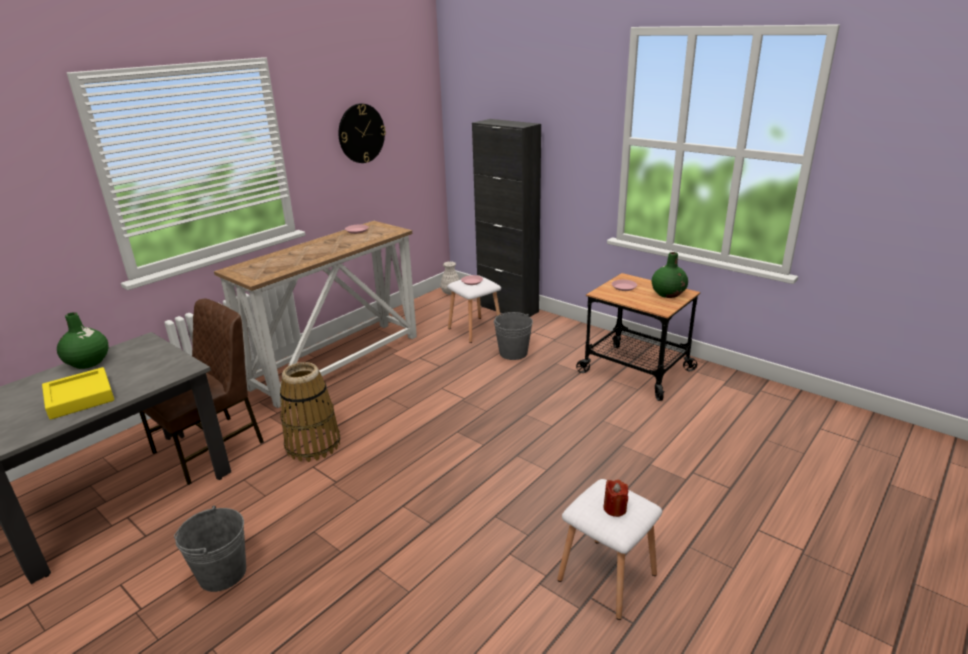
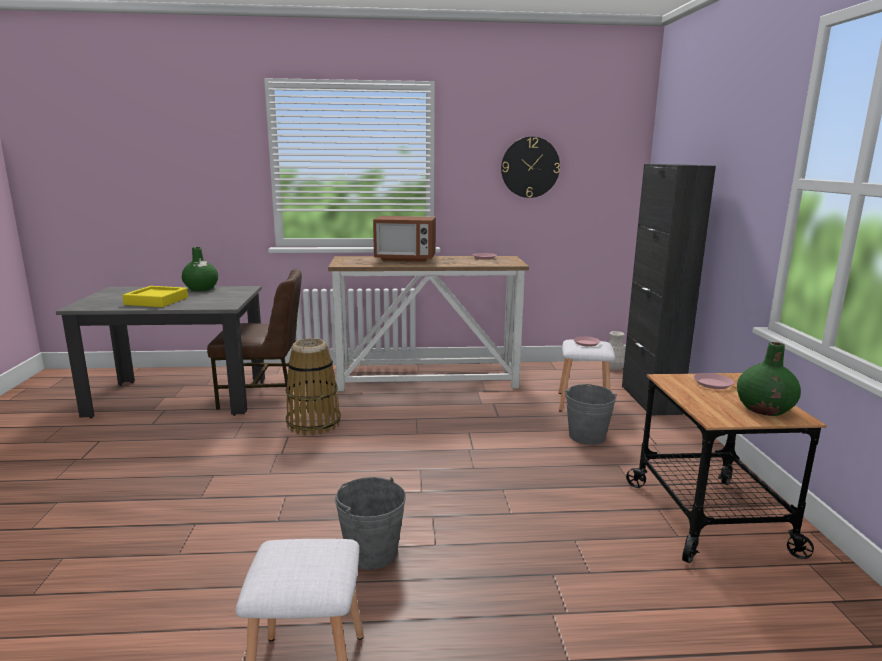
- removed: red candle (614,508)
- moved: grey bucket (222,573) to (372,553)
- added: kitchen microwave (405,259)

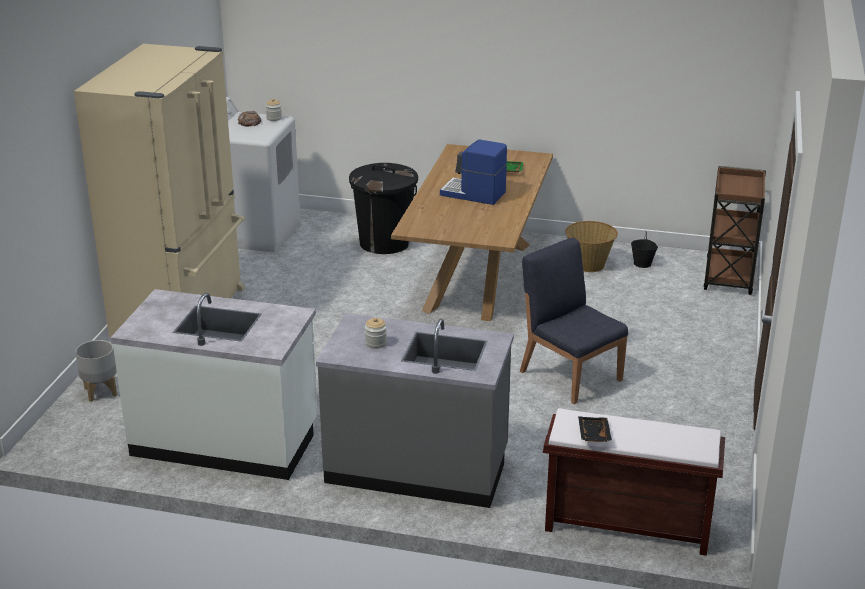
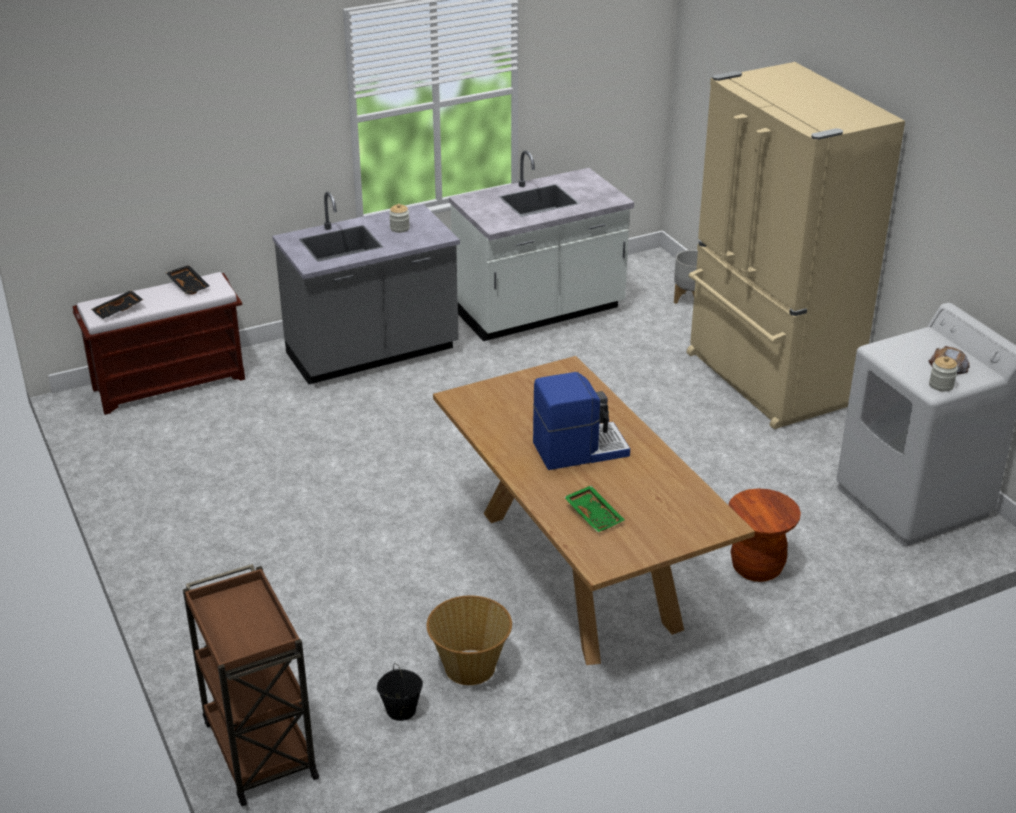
- replaced: black trash can (384,242) to brown-coloured stool seat (757,567)
- removed: blue plain chair (570,375)
- added: black carrying tray (118,311)

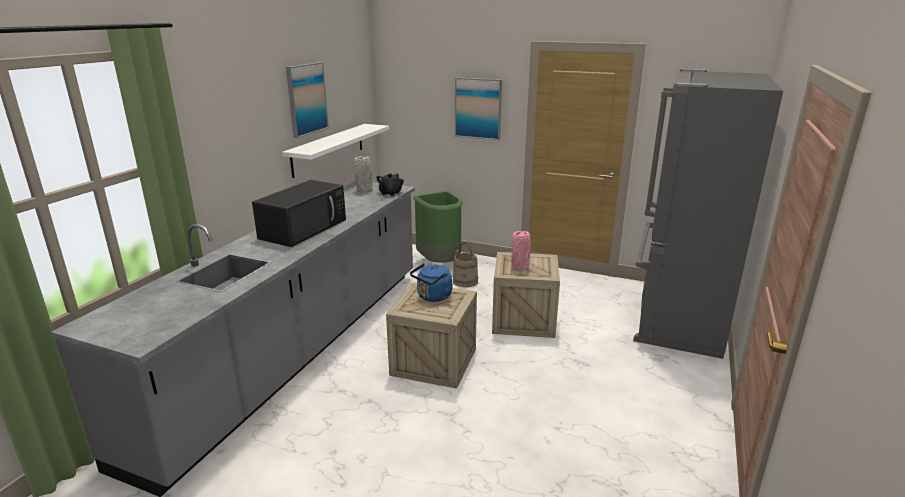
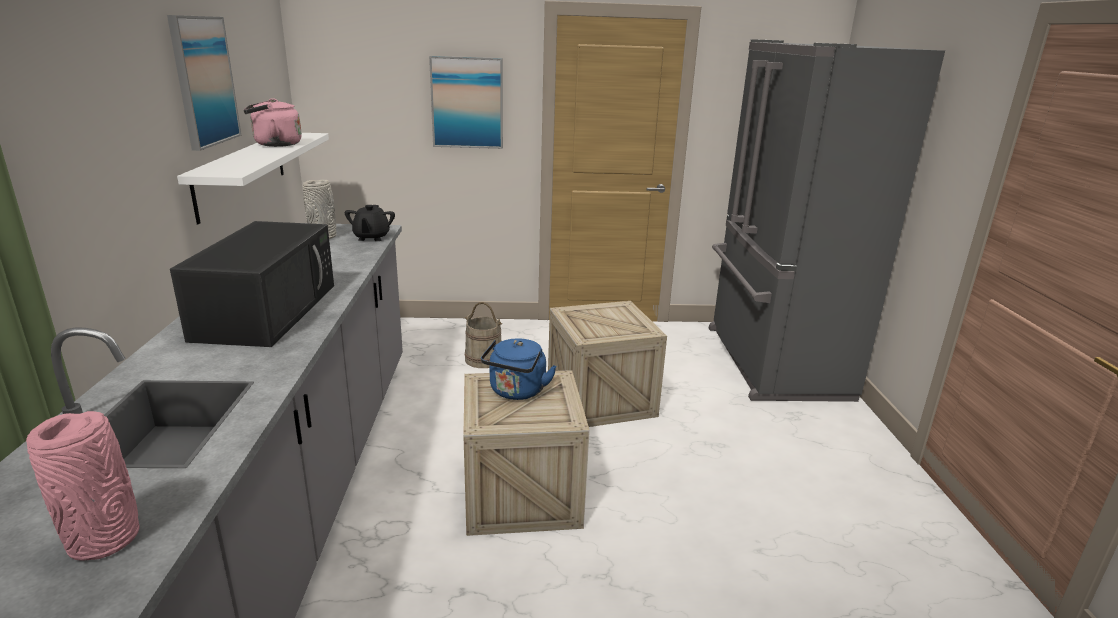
- removed: green-coloured trash can (440,263)
- moved: pink flower vase (520,267) to (106,539)
- added: pink water kettle (275,144)

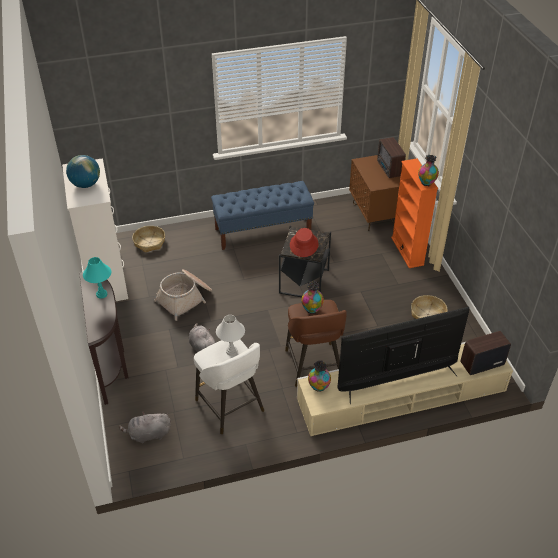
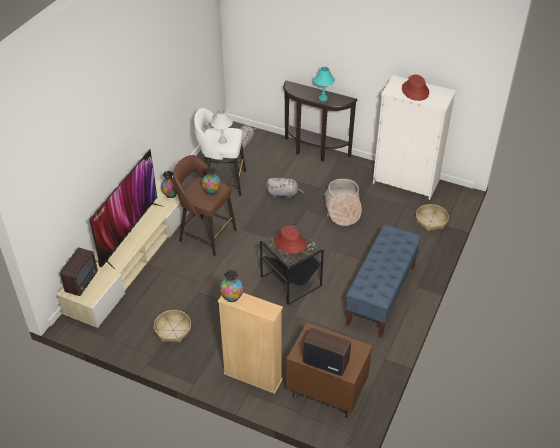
- replaced: globe (85,184) to red hat (415,91)
- recoloured: orange bookshelf (407,251) to sand-coloured bookshelf (252,377)

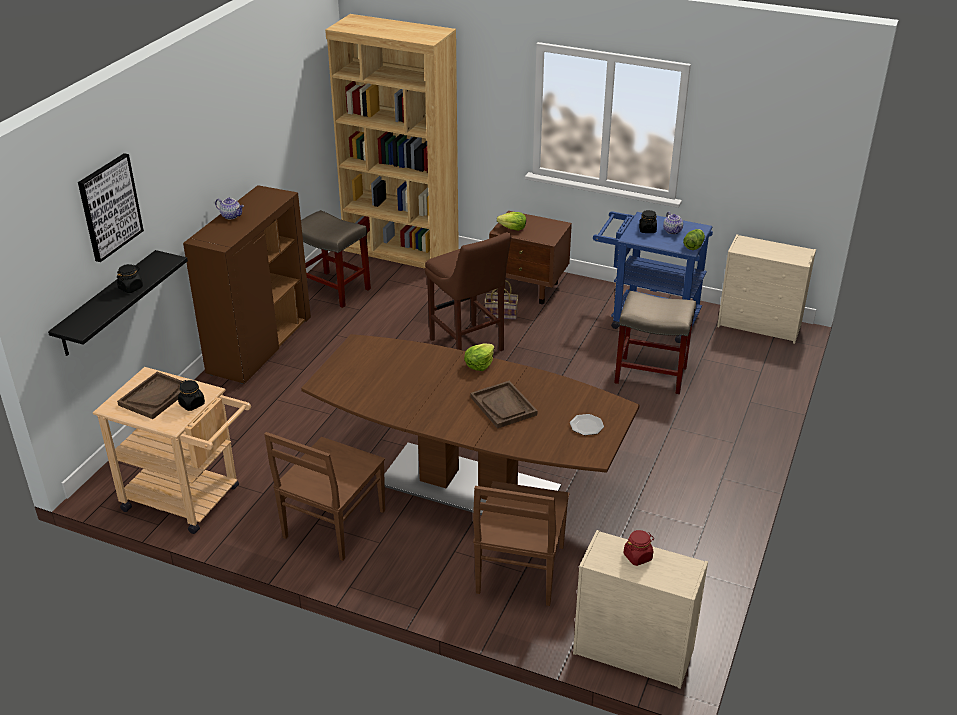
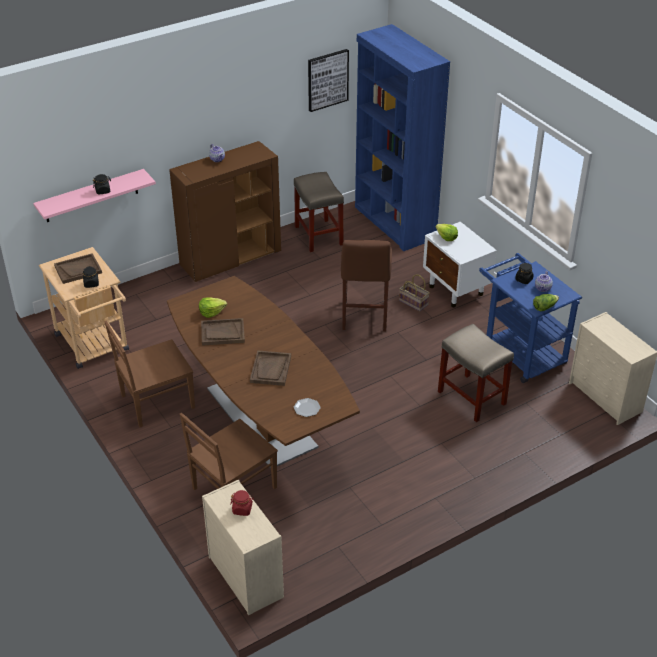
- recoloured: brown-coloured bookshelf (401,251) to blue bookshelf (394,223)
- moved: wall picture (109,207) to (327,79)
- recoloured: brown-coloured bedside table (529,288) to white-coloured bedside table (456,291)
- recoloured: black wall shelf (108,304) to pink wall shelf (91,196)
- moved: head of lettuce (479,364) to (211,312)
- added: brown-coloured carrying tray (222,333)

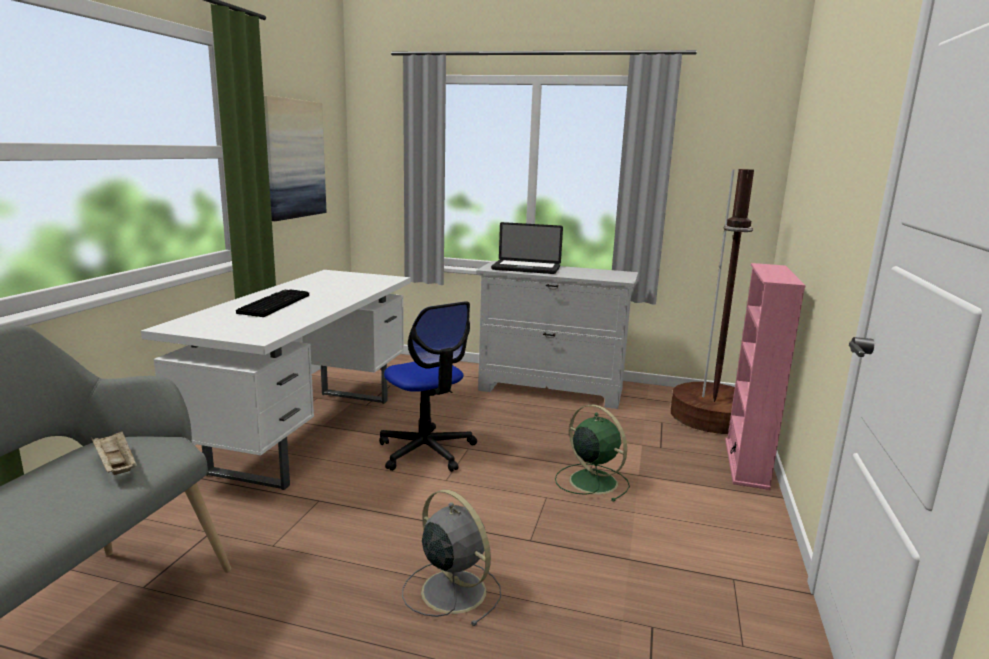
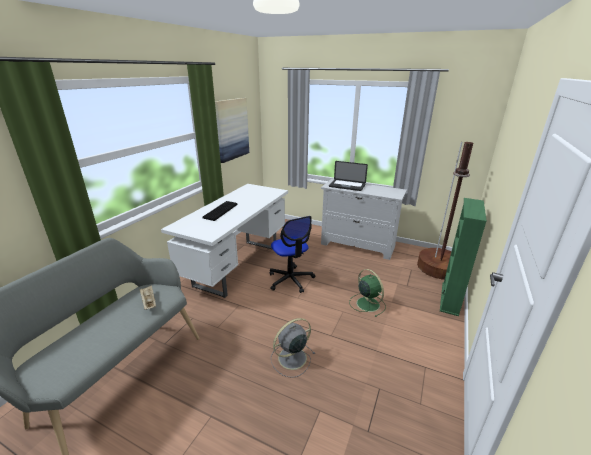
- recoloured: pink bookshelf (746,463) to green-coloured bookshelf (450,298)
- turned: grey electric fan (451,589) = (291,358) 90 degrees counterclockwise

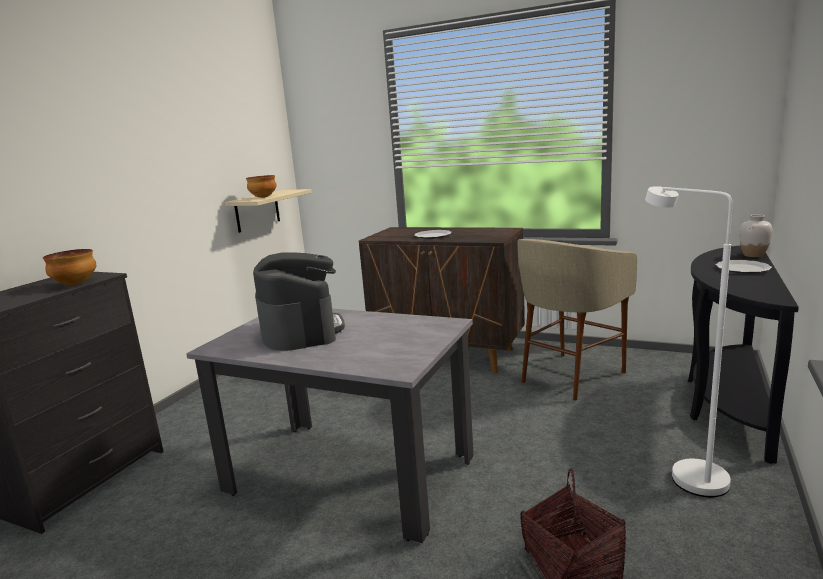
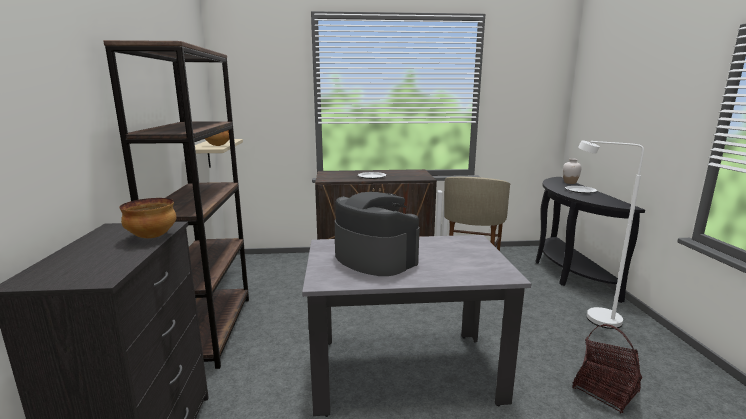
- added: brown-coloured bookshelf (210,330)

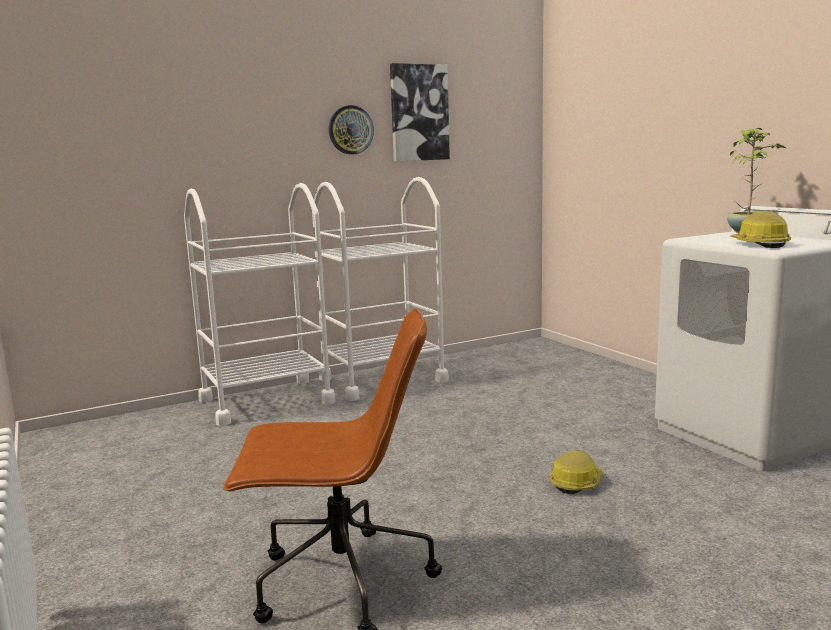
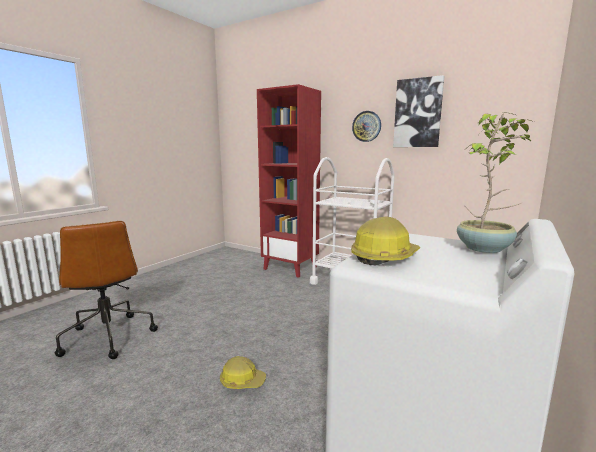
- replaced: white-coloured cart (266,401) to red bookshelf (290,268)

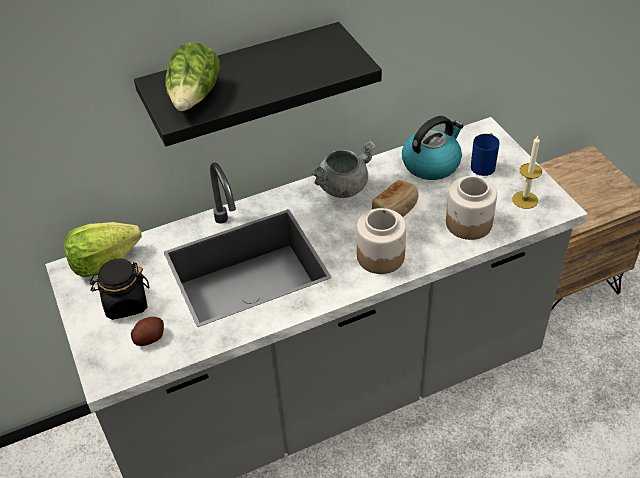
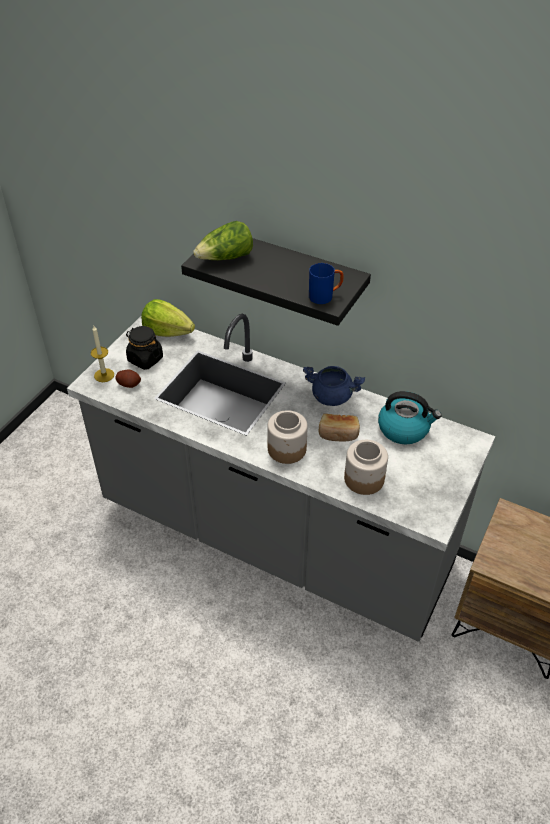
- moved: blue tea mug (484,165) to (325,296)
- moved: candle (525,200) to (104,375)
- recoloured: grey saucepot (342,187) to blue saucepot (332,396)

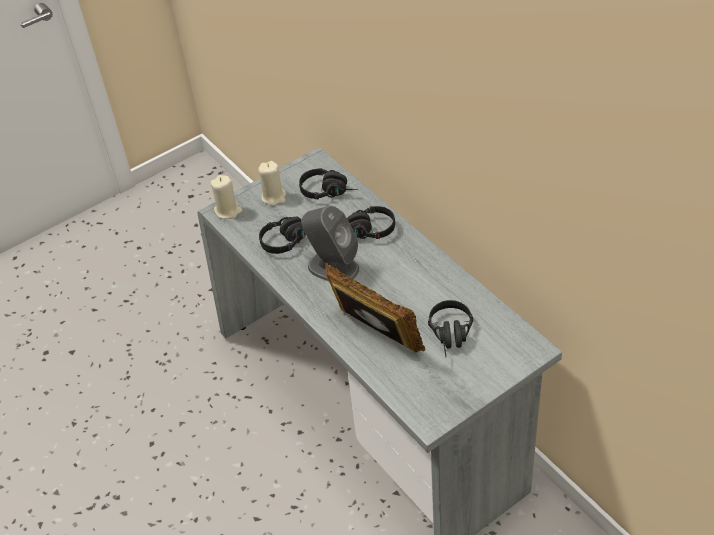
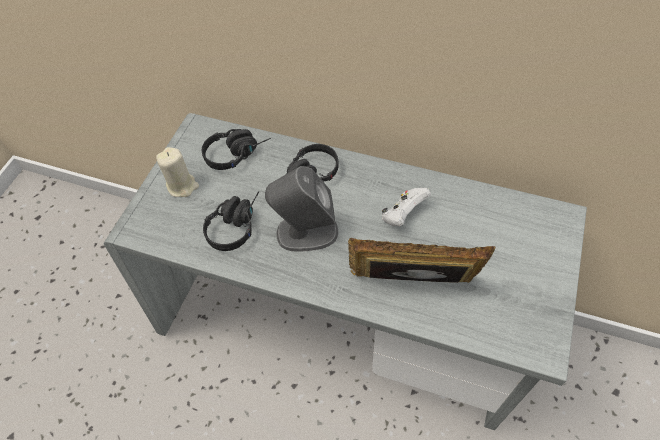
- removed: sand-coloured candle (228,211)
- removed: black pair of headphones (451,336)
- added: white-coloured gamepad (403,215)

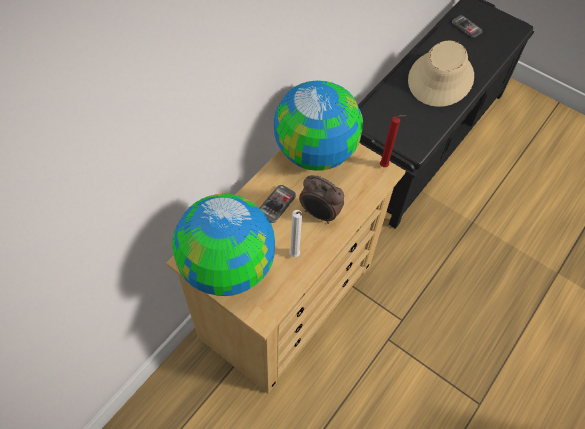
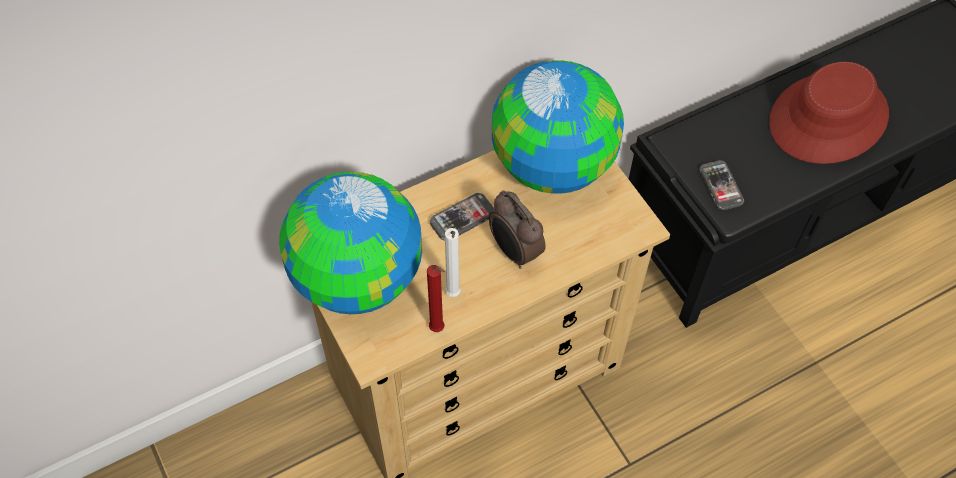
- moved: handset (466,27) to (721,186)
- recoloured: sand-coloured hat (441,79) to red hat (828,119)
- moved: red candle (385,166) to (438,330)

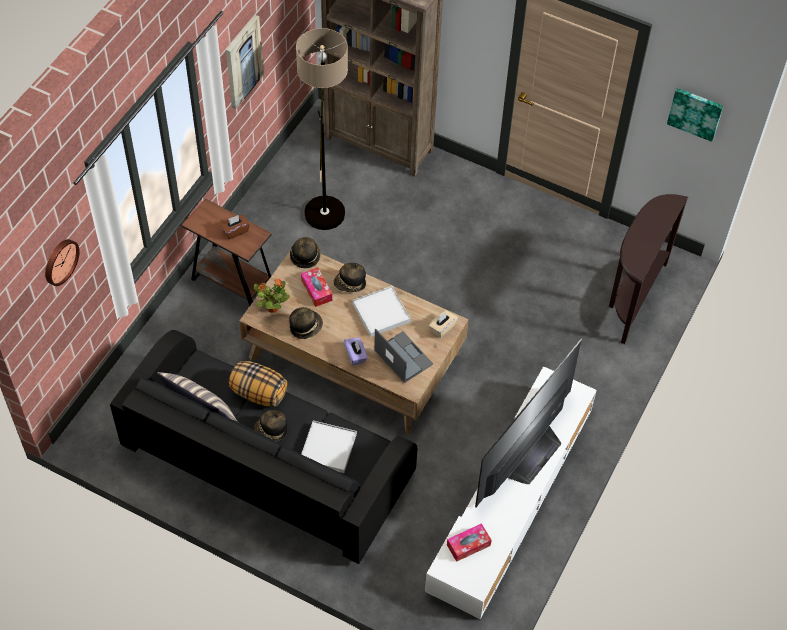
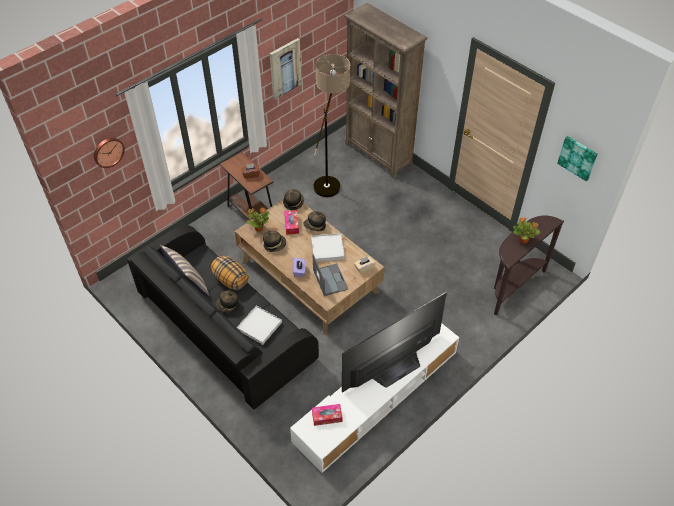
- added: potted plant (524,240)

